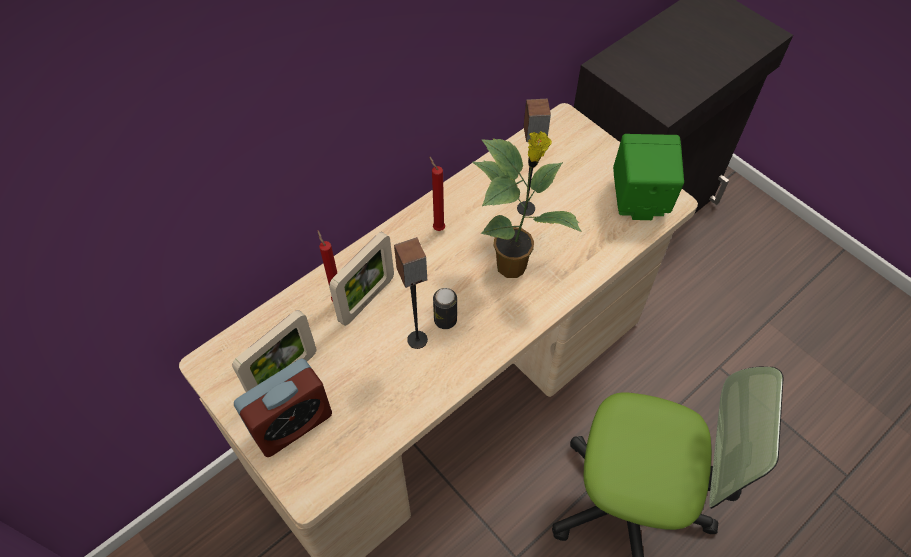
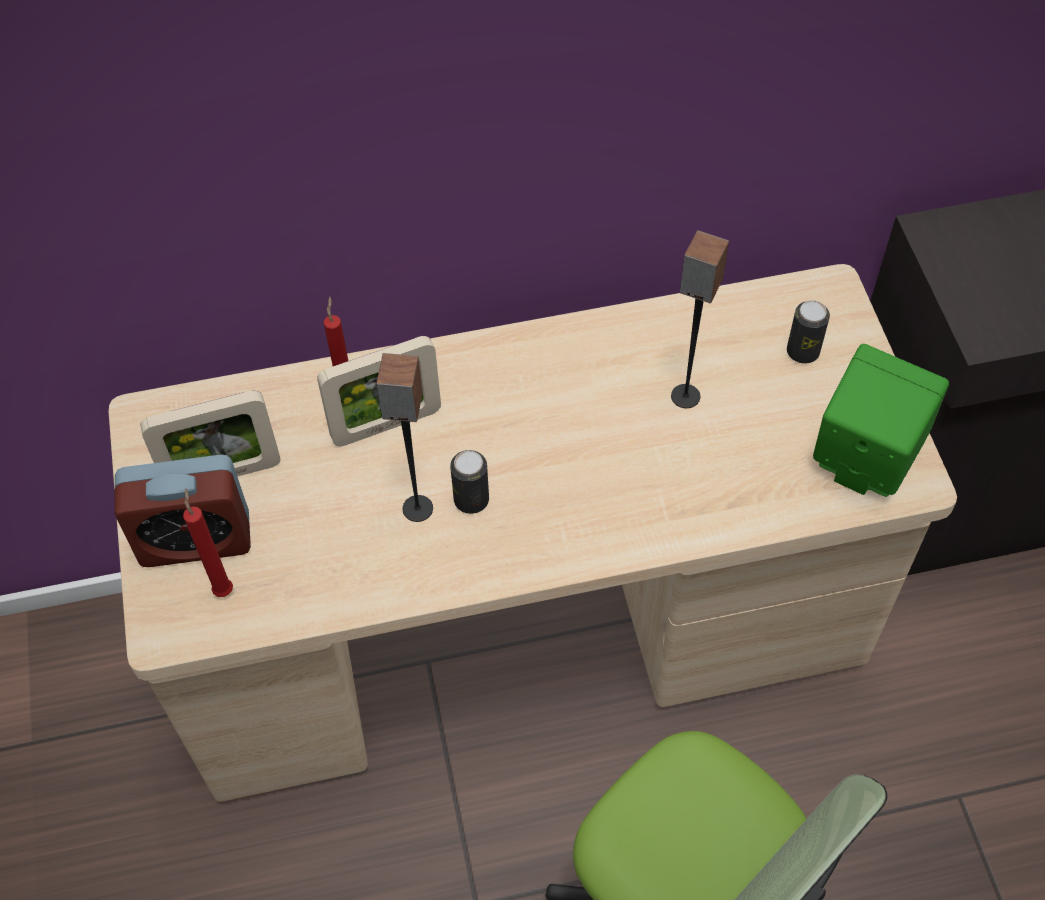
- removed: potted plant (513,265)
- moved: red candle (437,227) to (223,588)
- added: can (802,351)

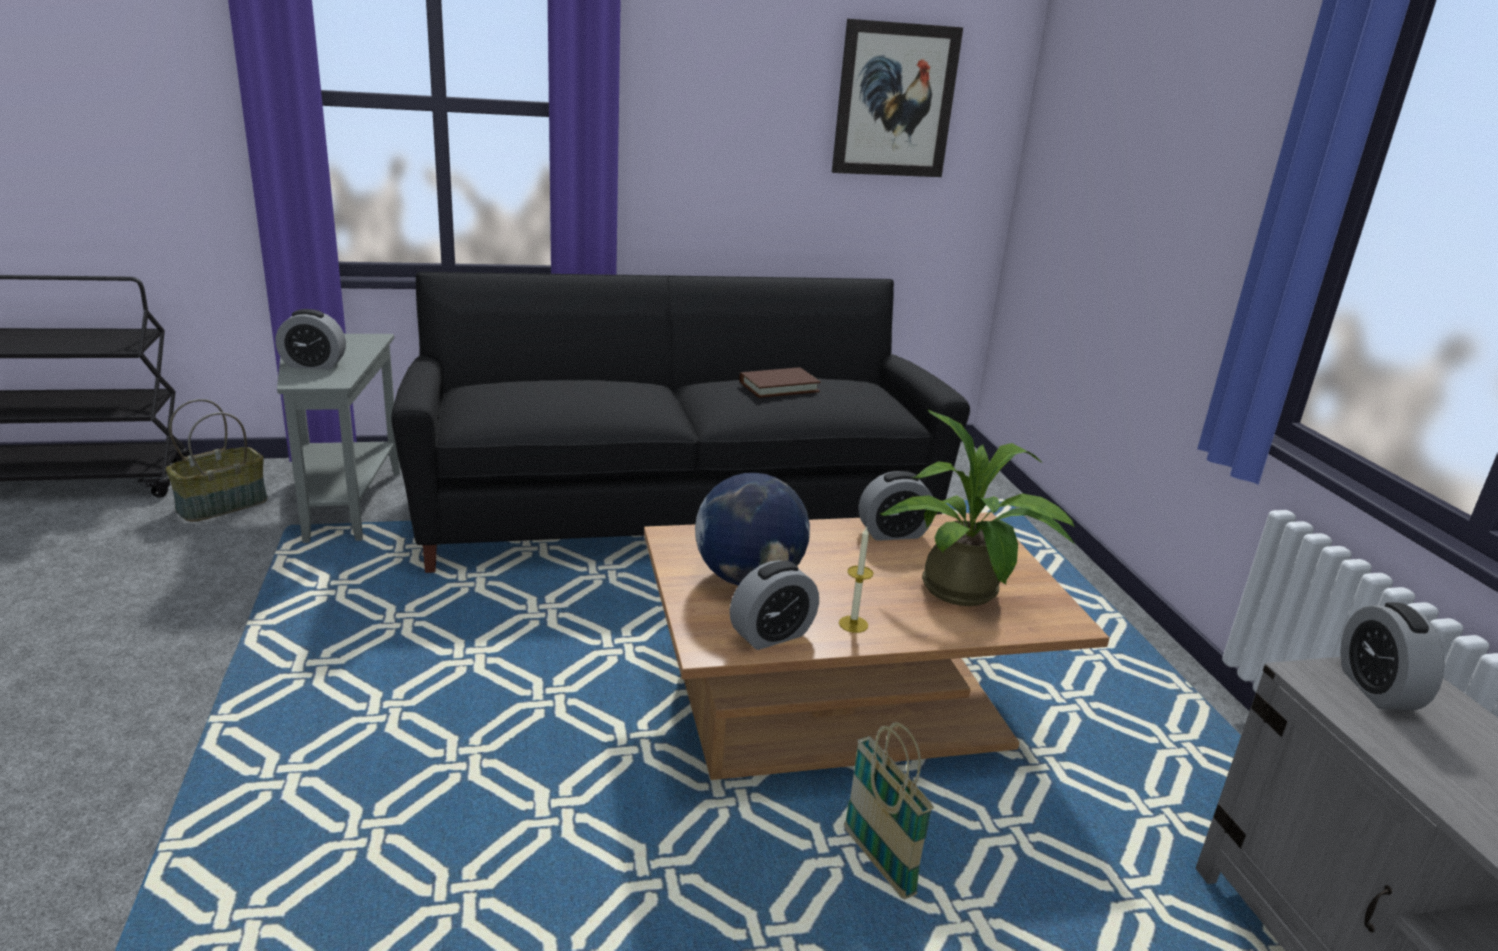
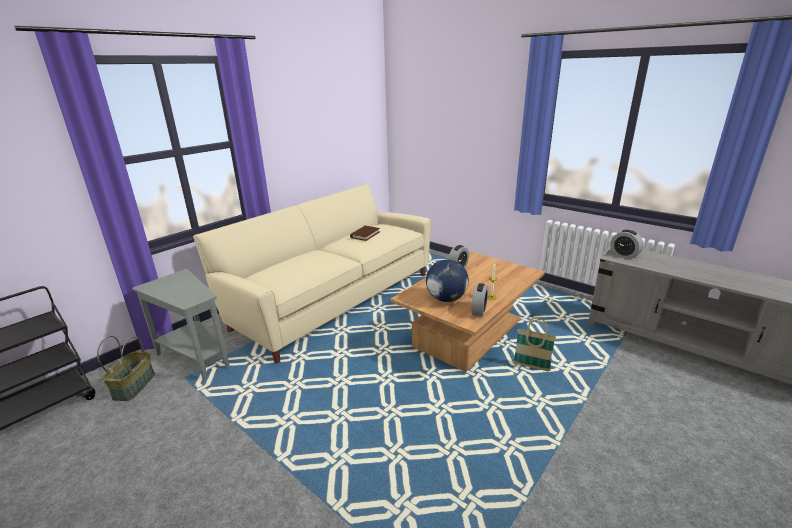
- removed: wall picture (895,100)
- recoloured: black sofa (674,510) to sand-coloured sofa (332,298)
- removed: table clock (313,365)
- removed: potted plant (965,594)

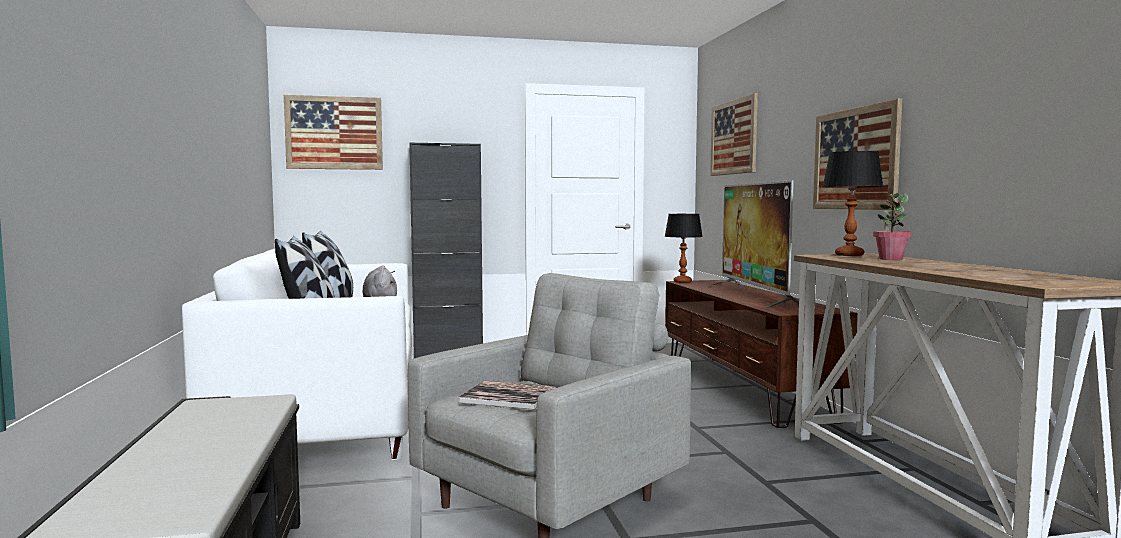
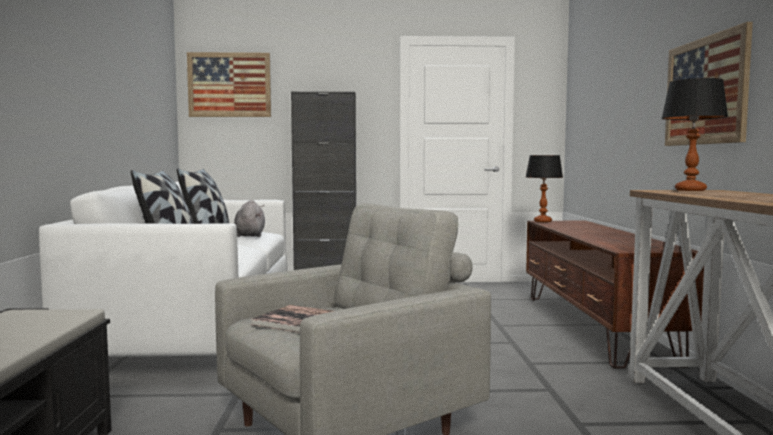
- removed: wall picture (733,137)
- removed: TV set (753,294)
- removed: potted plant (890,259)

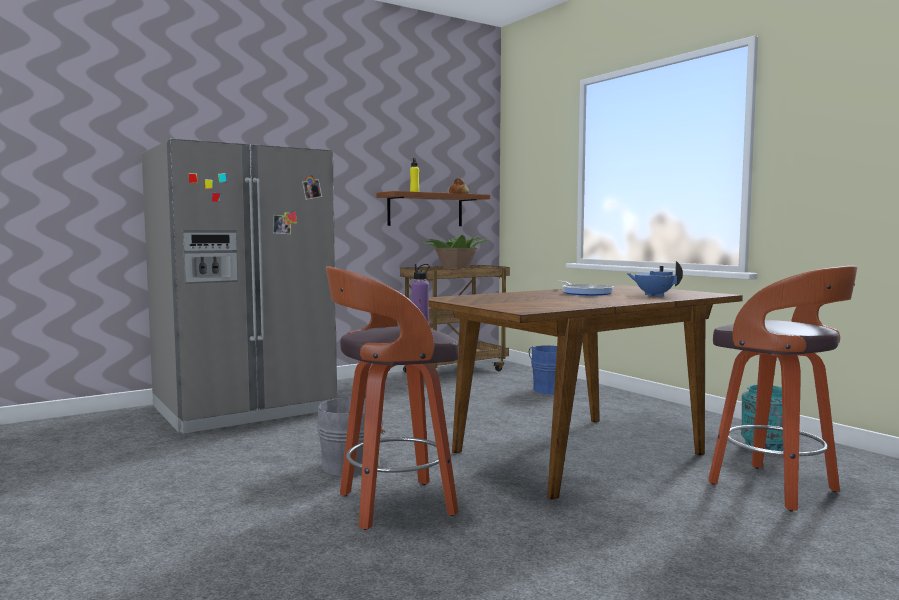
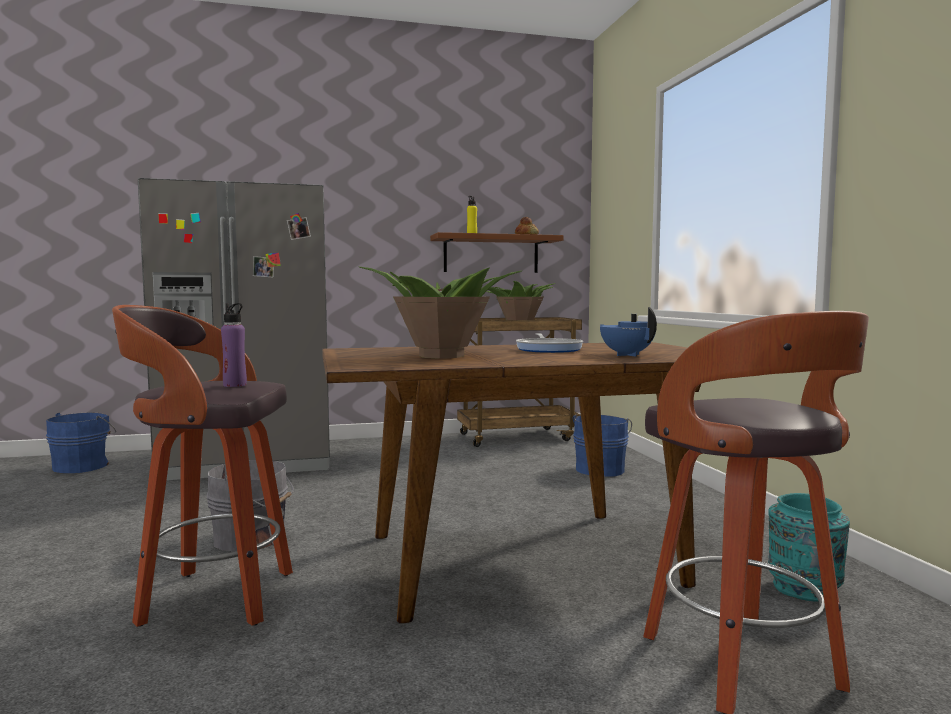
- added: potted plant (440,356)
- added: blue bucket (83,466)

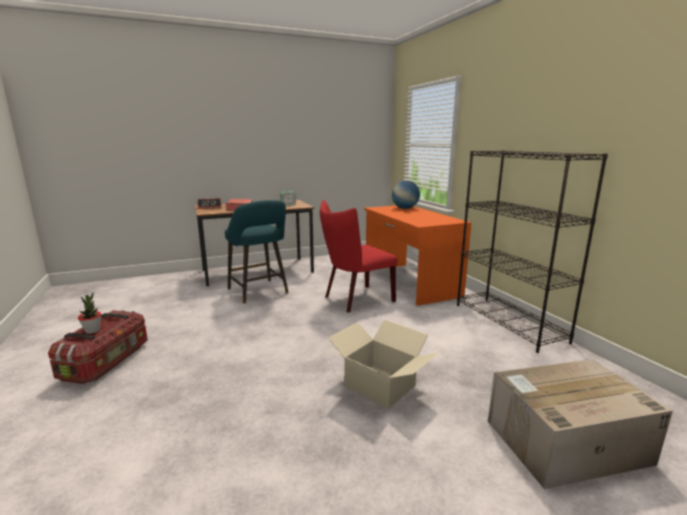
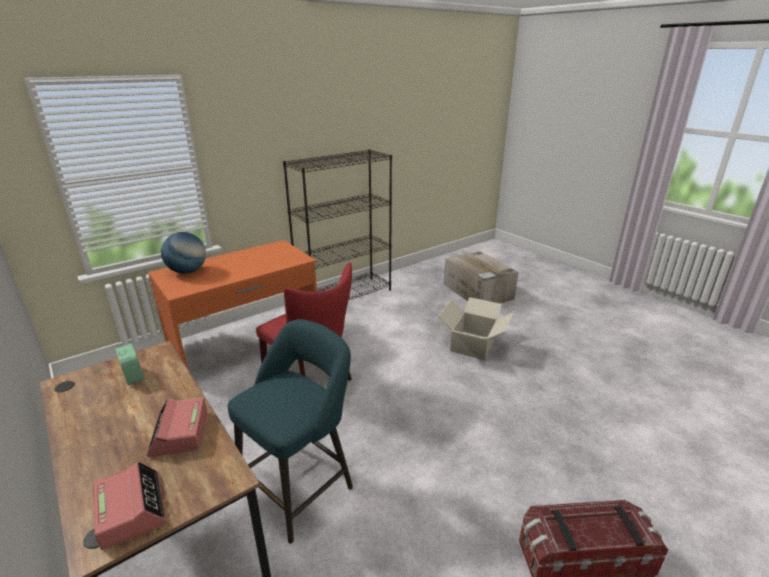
- removed: potted plant (92,330)

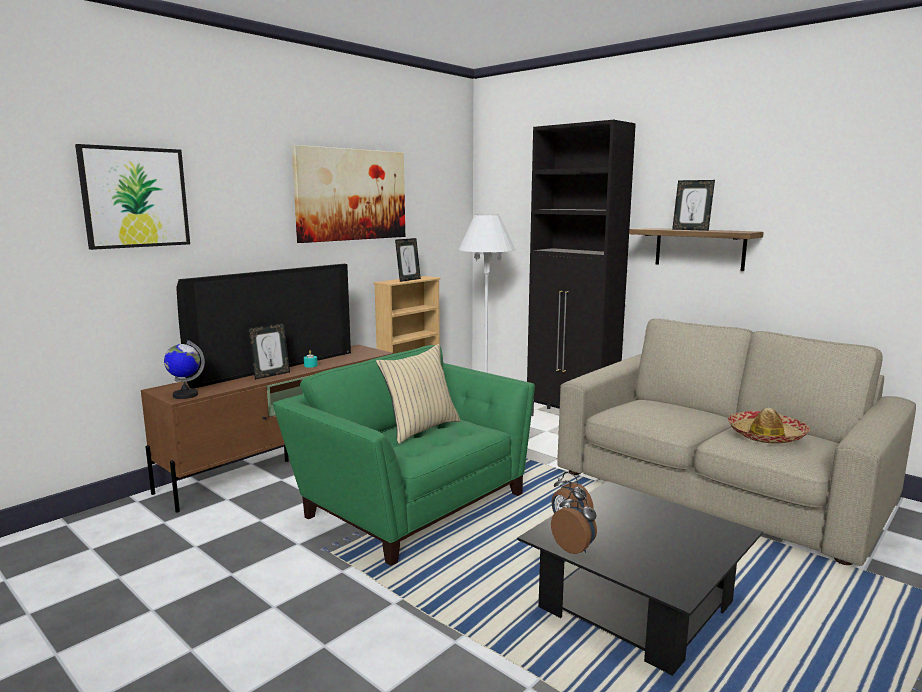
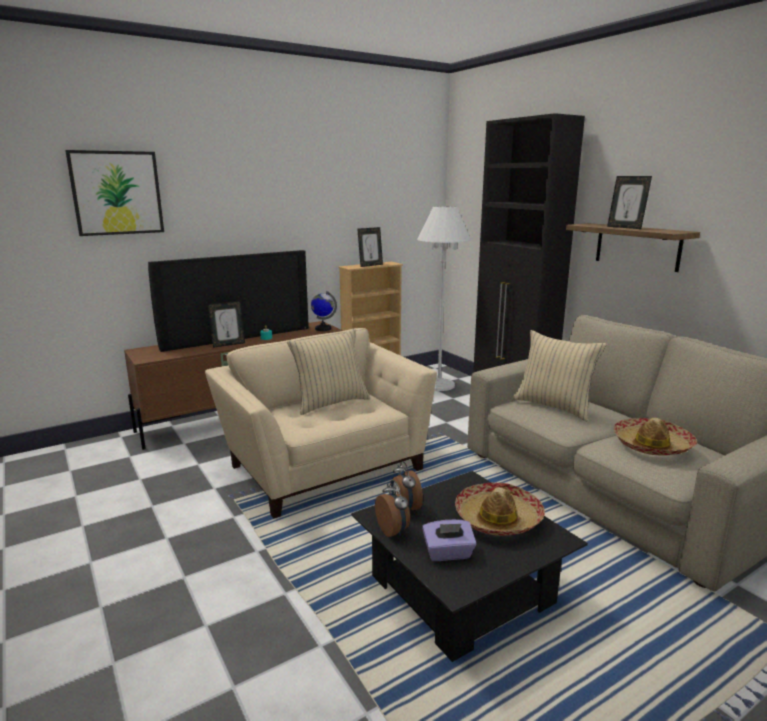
- removed: wall picture (351,195)
- moved: globe (185,395) to (323,329)
- recoloured: green-coloured lounge chair (412,502) to sand-coloured lounge chair (324,464)
- added: sand-coloured pillow (554,406)
- added: hat (498,518)
- added: purple-coloured tissue box (448,553)

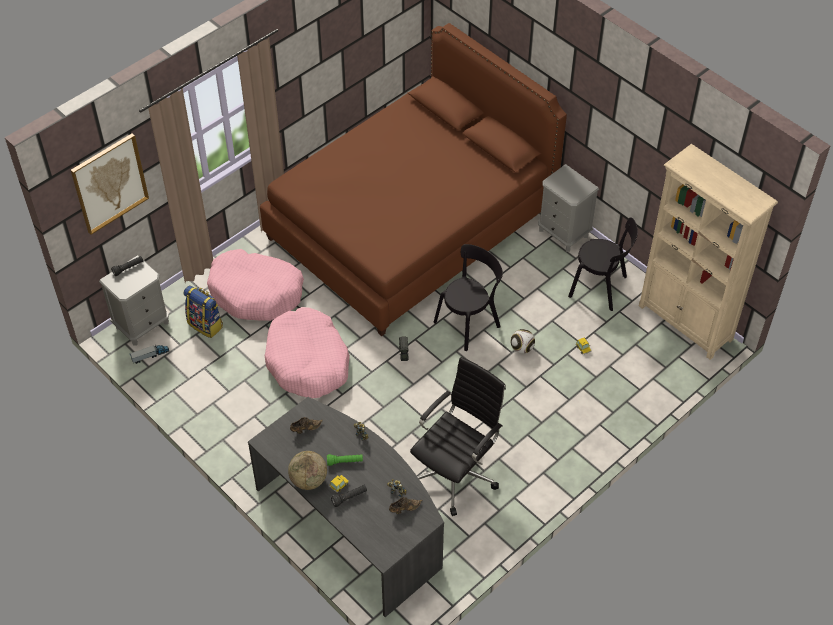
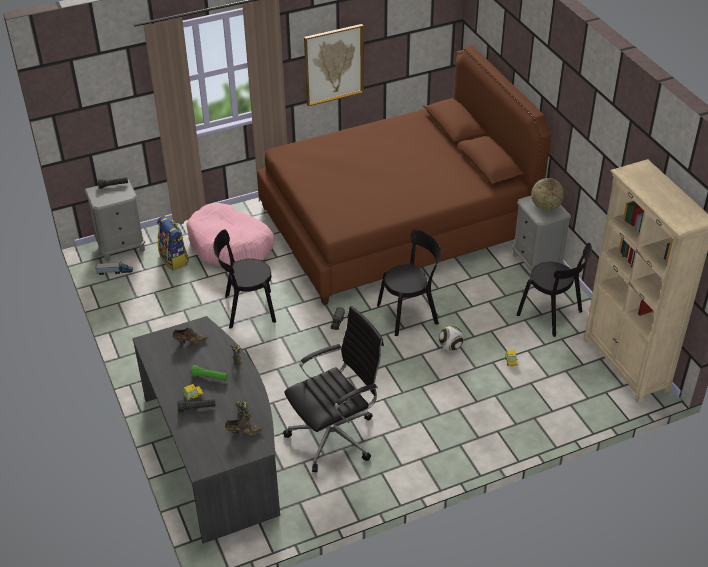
- moved: wall picture (109,183) to (333,64)
- replaced: pink dog cushion (308,361) to black plain chair (247,309)
- moved: globe (308,480) to (546,207)

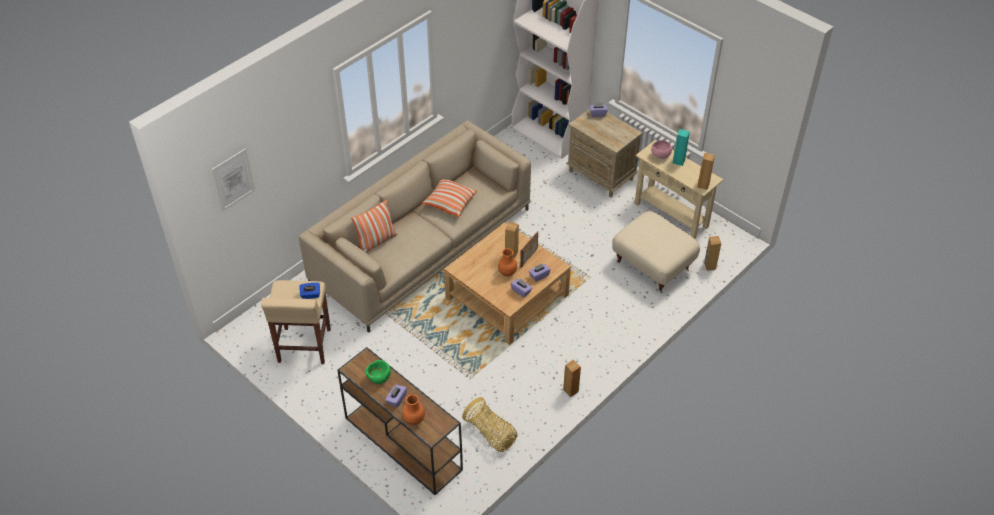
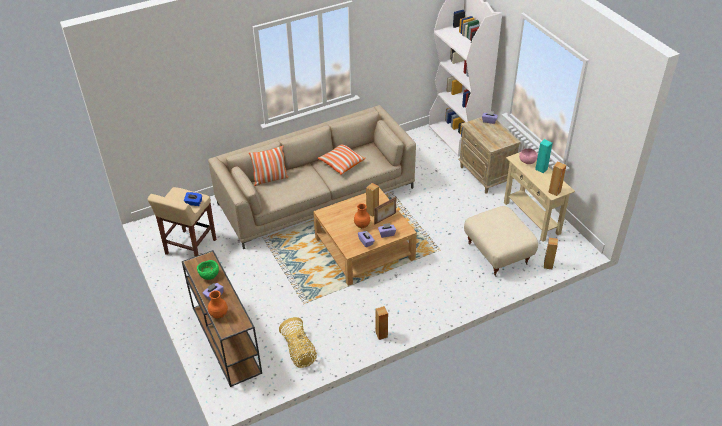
- removed: wall picture (233,179)

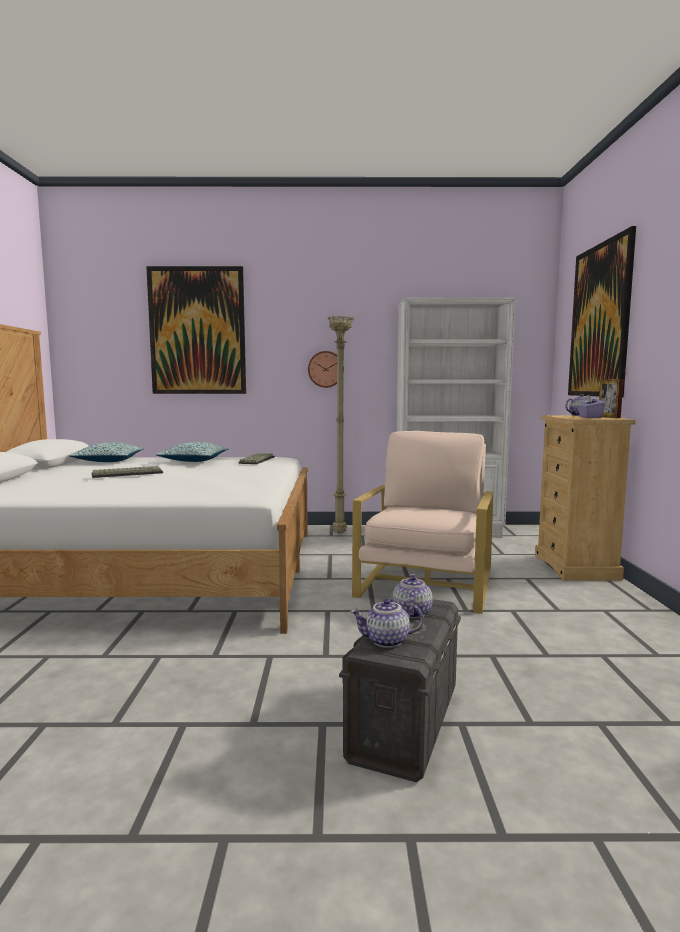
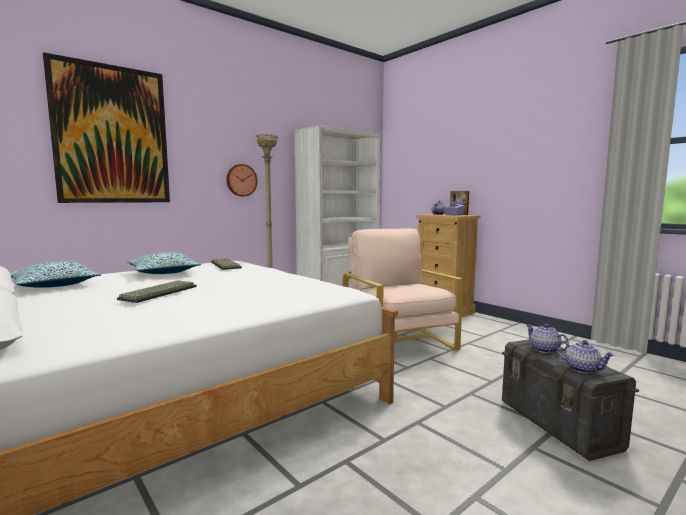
- removed: wall picture (599,321)
- turned: pot for tea (386,641) = (583,369) 90 degrees counterclockwise

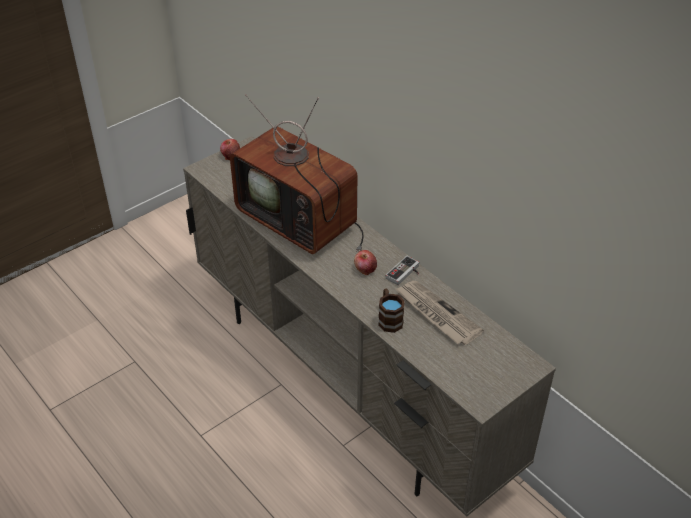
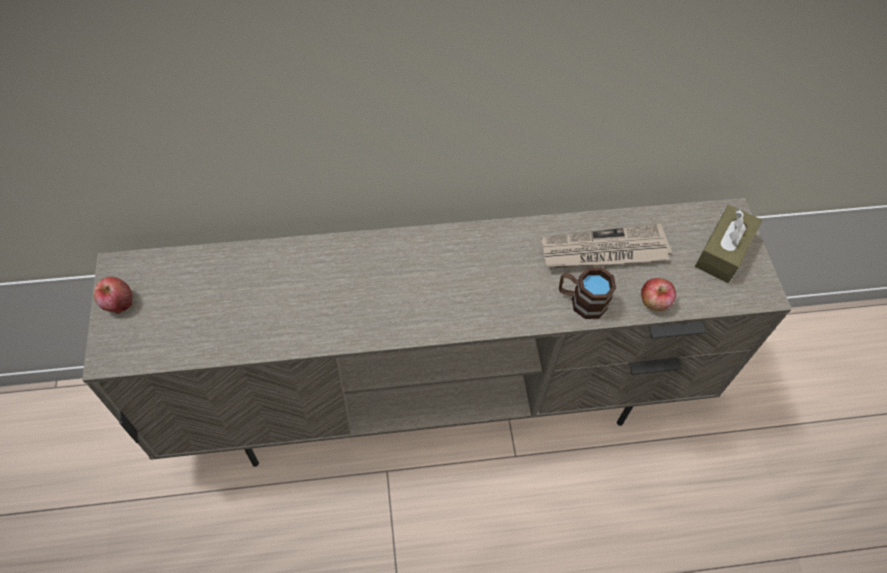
- removed: TV set (301,221)
- moved: whole apple (365,269) to (654,302)
- removed: gamepad (405,274)
- added: brown-coloured tissue box (723,251)

